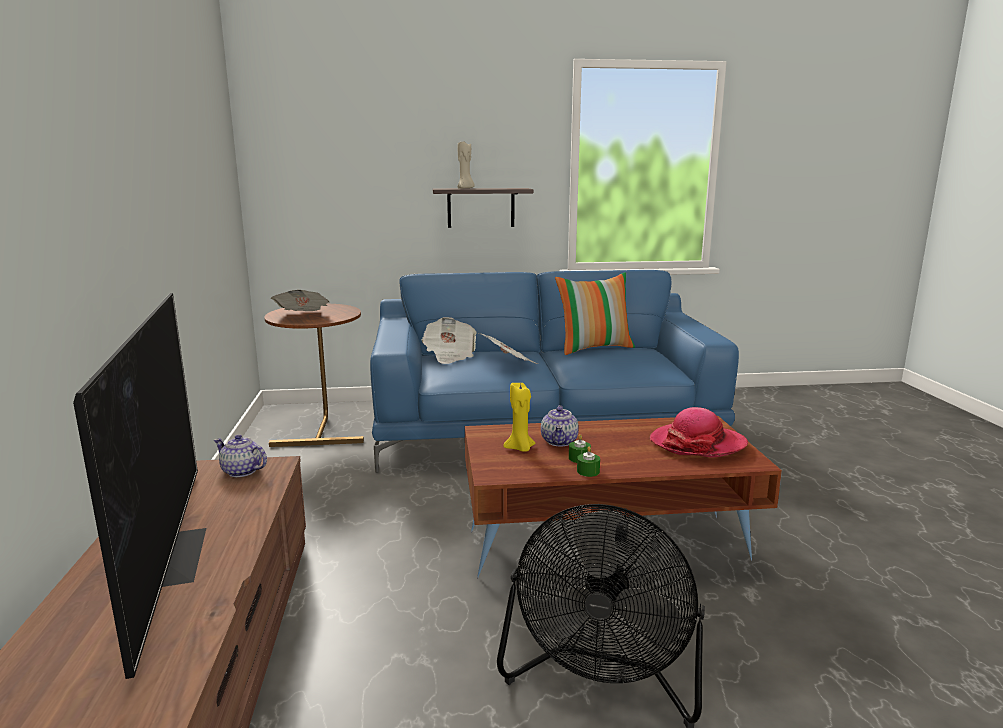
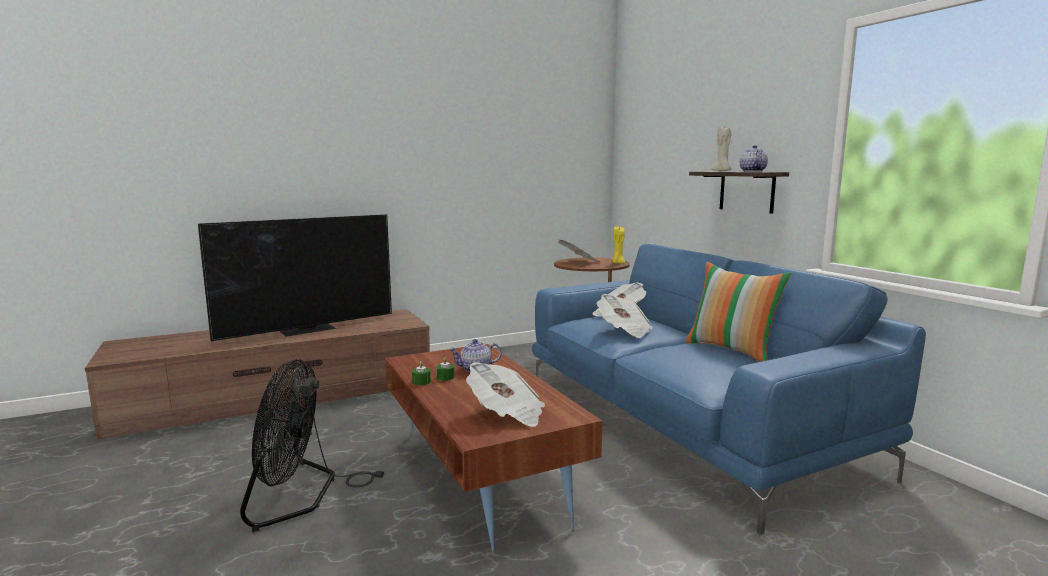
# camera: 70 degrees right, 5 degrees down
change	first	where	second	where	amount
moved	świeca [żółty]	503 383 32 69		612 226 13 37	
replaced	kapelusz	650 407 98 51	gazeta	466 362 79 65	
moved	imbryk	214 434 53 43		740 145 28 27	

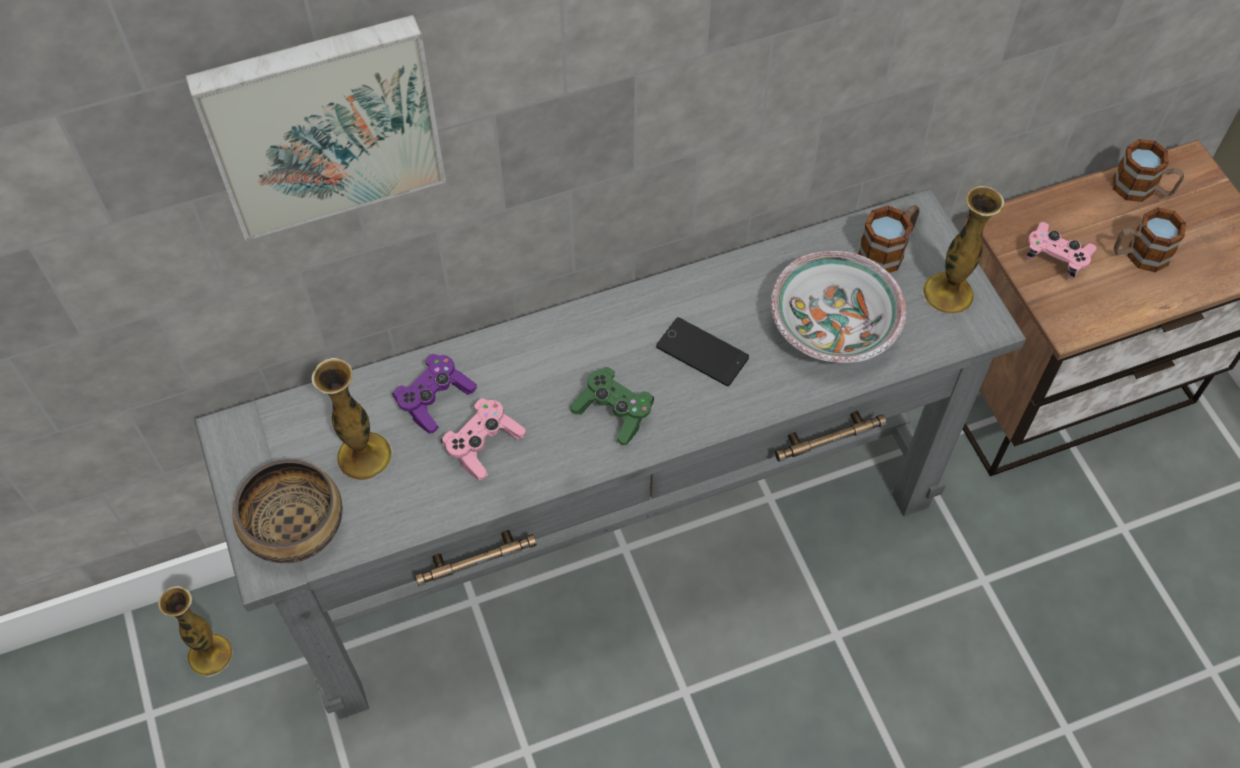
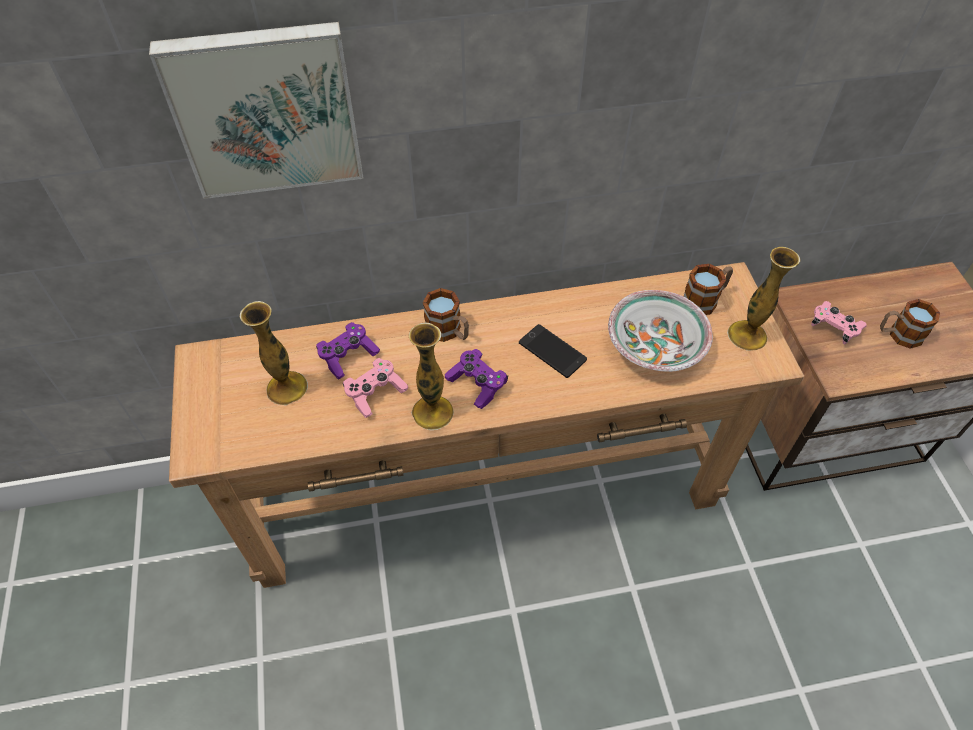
# camera: 10 degrees right, 5 degrees down
change	first	where	second	where	amount
moved	kubek	1113 139 71 63		423 288 46 54	
recoloured	stolik konsolowy [szary]	195 189 831 530	stolik konsolowy [brązowy]	169 262 635 326	
recoloured	pad do gier [zielony]	570 367 84 78	pad do gier [fioletowy]	445 349 63 60	
removed	miska	233 459 109 104			
moved	wazon	158 586 75 91		409 323 45 107	

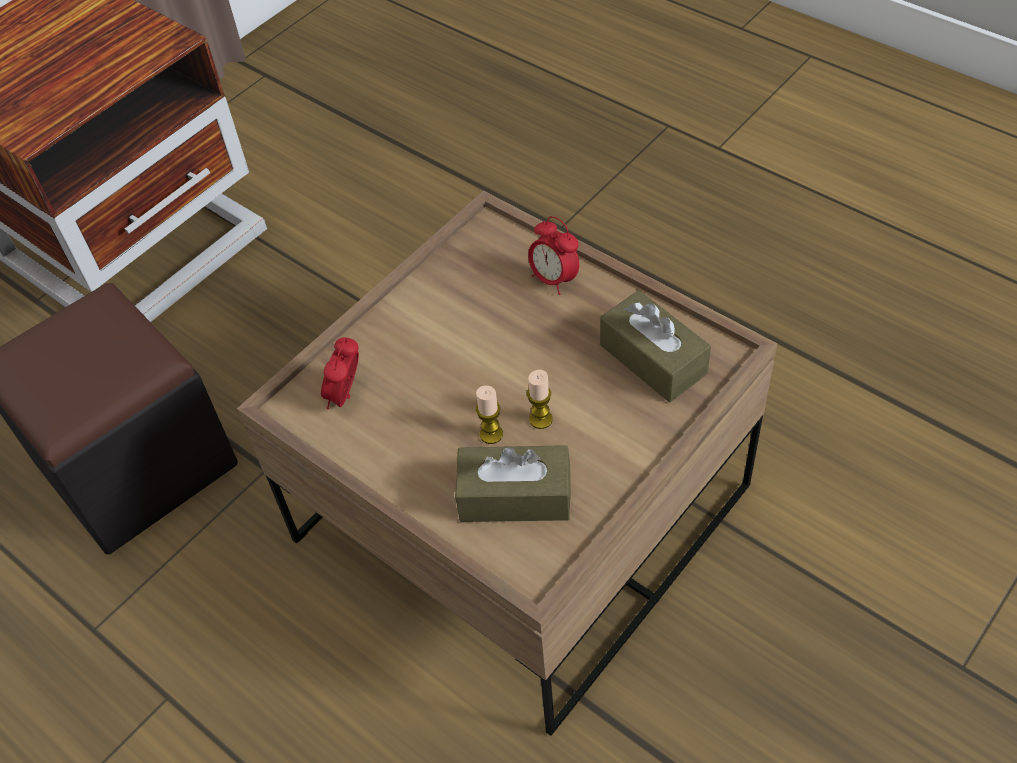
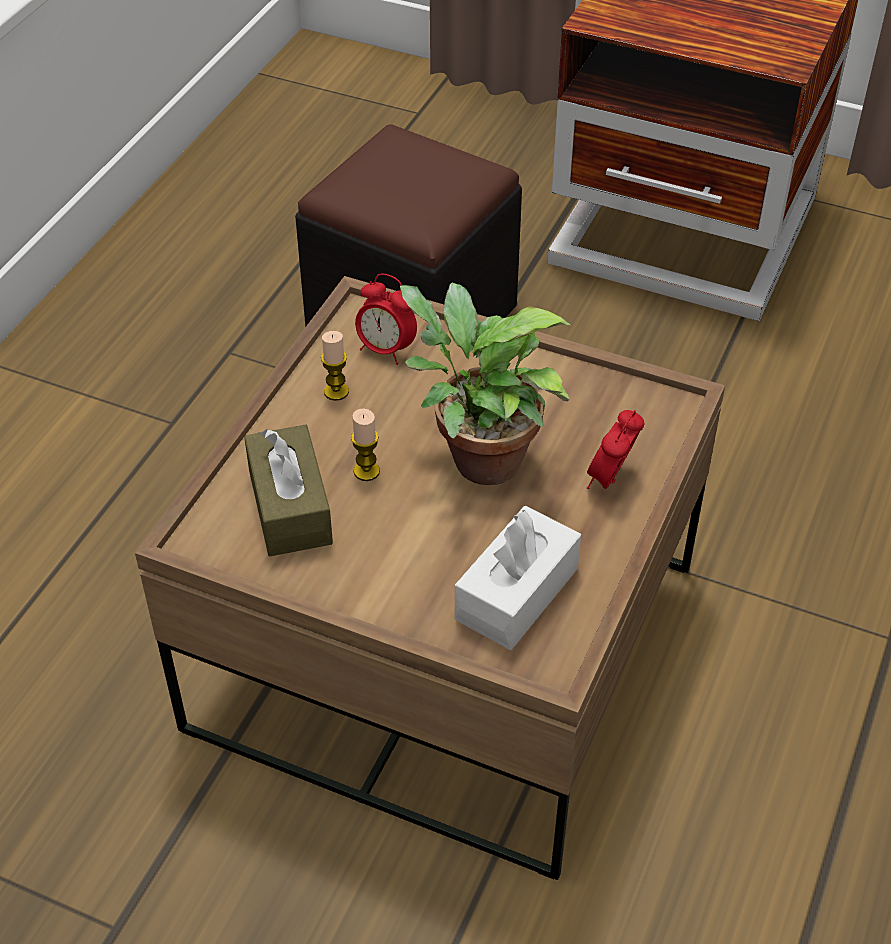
# camera: 70 degrees right, 5 degrees down
change	first	where	second	where	amount
recoloured	pudełko chusteczek [brązowy]	600 290 111 112	pudełko chusteczek [biały]	455 506 126 144	
turned	budzik	321 337 38 72		355 274 62 91	150 degrees counterclockwise
moved	świeca	527 370 26 59		321 331 28 70	
added			roślina doniczkowa	400 283 170 202	

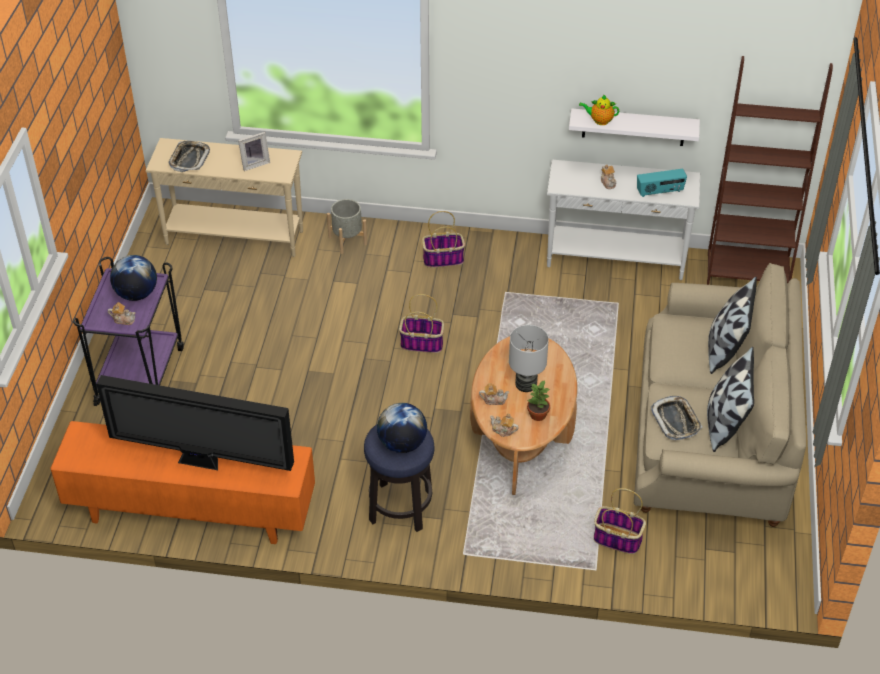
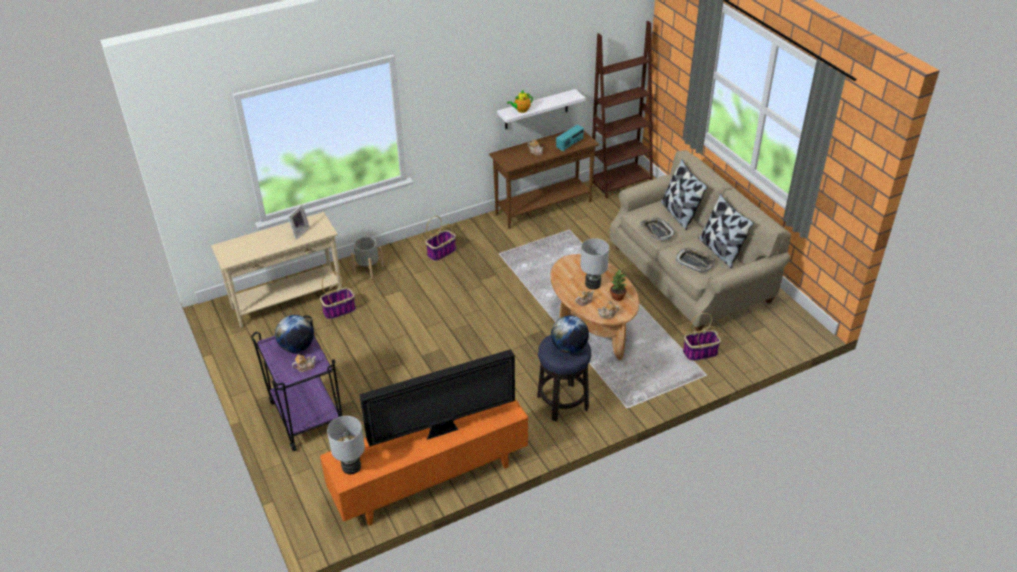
# camera: 35 degrees left, 5 degrees down
change	first	where	second	where	amount
moved	taca	169 140 41 32		640 218 36 22	
recoloured	stolik konsolowy [biały]	547 160 153 120	stolik konsolowy [brązowy]	489 131 110 98	
moved	koszyk	399 294 45 59		320 272 36 48	
added			lampa stołowa [szary]	327 416 38 59	

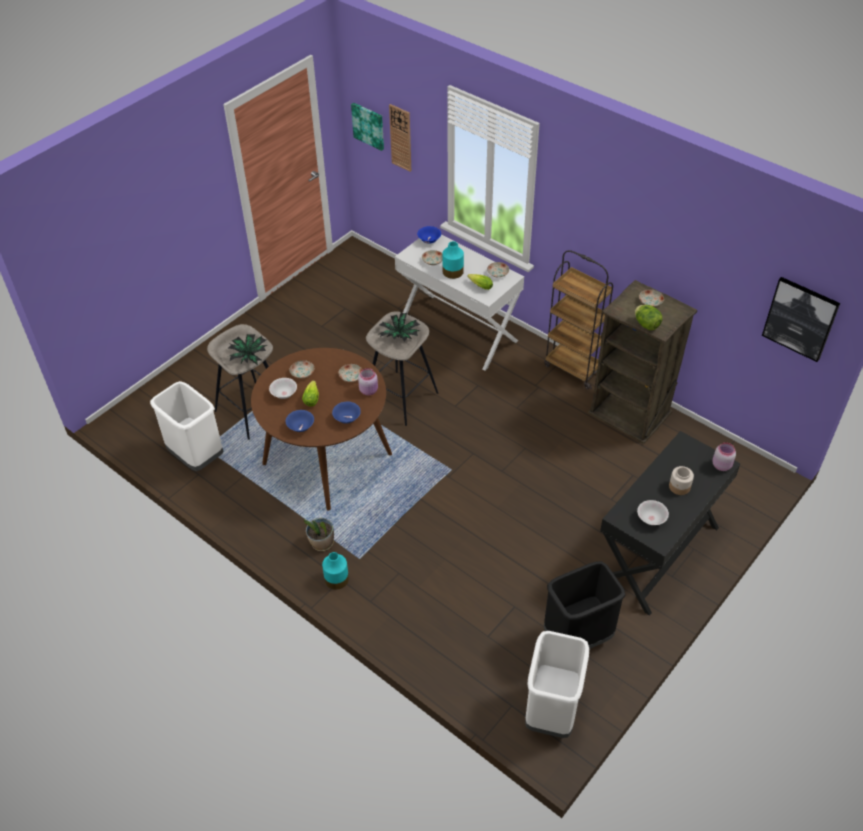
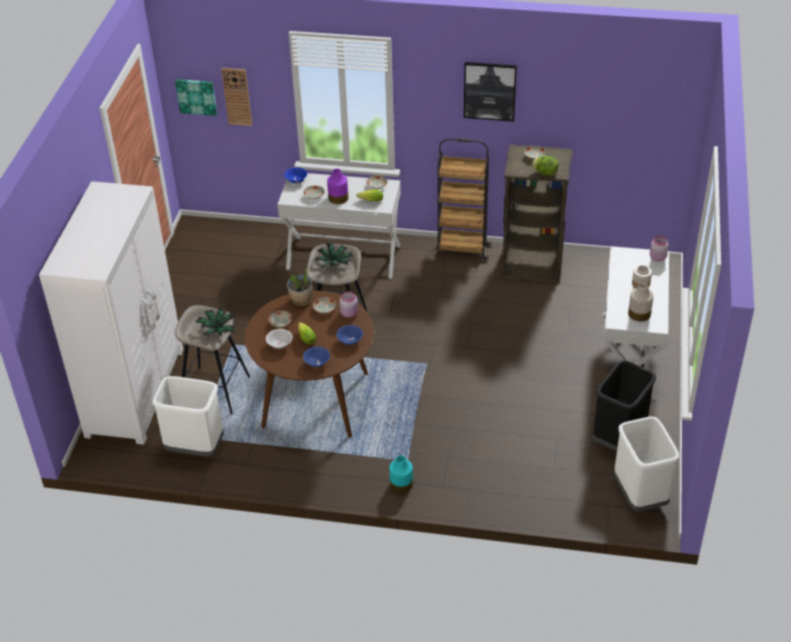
# camera: 30 degrees left, 5 degrees down
change	first	where	second	where	amount
recoloured	wazon [turkusowy]	442 241 22 38	wazon [fioletowy]	327 169 21 35	
moved	obraz	762 277 78 85		464 62 53 59	
recoloured	stolik konsolowy [czarny]	600 431 141 185	stolik konsolowy [biały]	603 246 66 154	
replaced	miska [biały]	637 500 32 25	wazon [beżowy]	628 283 26 38	
moved	roślina doniczkowa	304 518 30 33		287 268 26 38	
added			szafka [biały]	39 181 144 263	

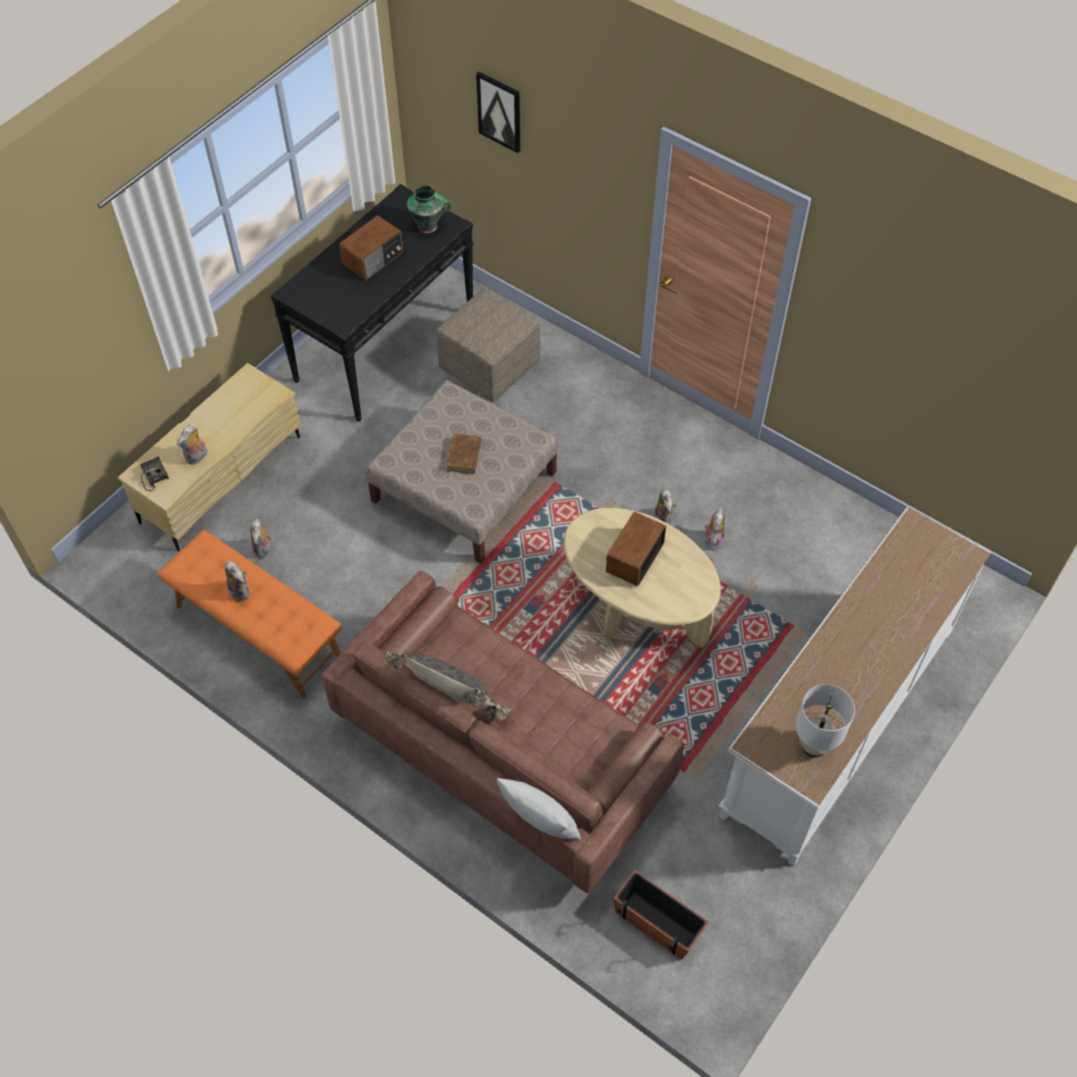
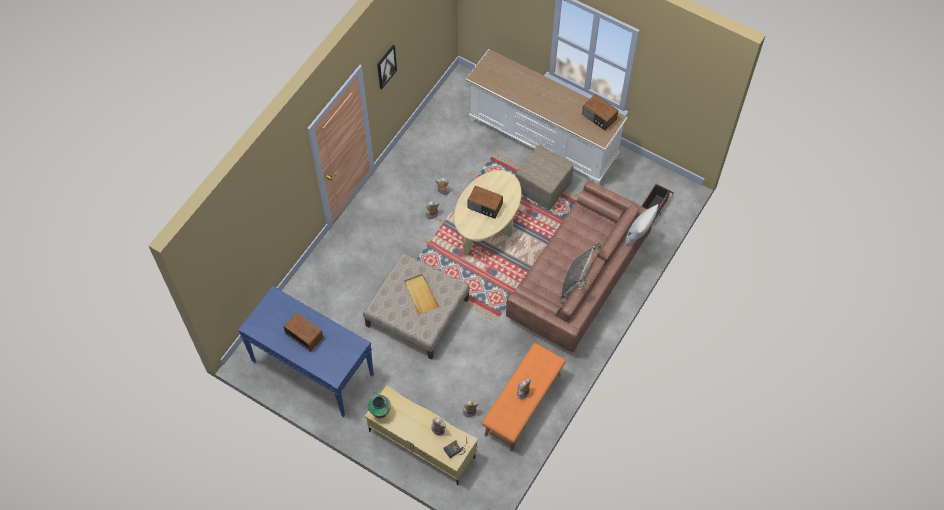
# camera: 95 degrees left, 5 degrees up
change	first	where	second	where	amount
moved	obraz	476 72 44 81		377 45 20 44	
recoloured	stolik konsolowy [czarny]	271 184 202 238	stolik konsolowy [niebieski]	238 285 136 132	
moved	wazon	407 185 44 48		368 392 23 27	
moved	pufa [beżowy]	436 288 105 114		515 145 59 65	
replaced	książka [brązowy]	447 434 34 40	taca [beżowy]	405 274 34 40	
replaced	lampa stołowa [biały]	796 684 59 73	radio	582 94 36 37	

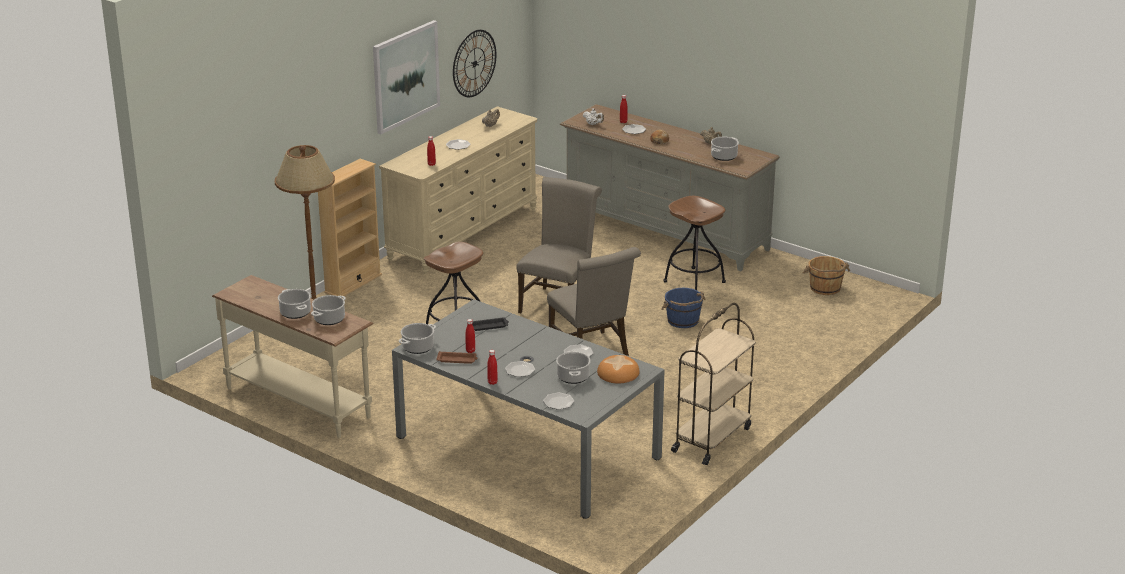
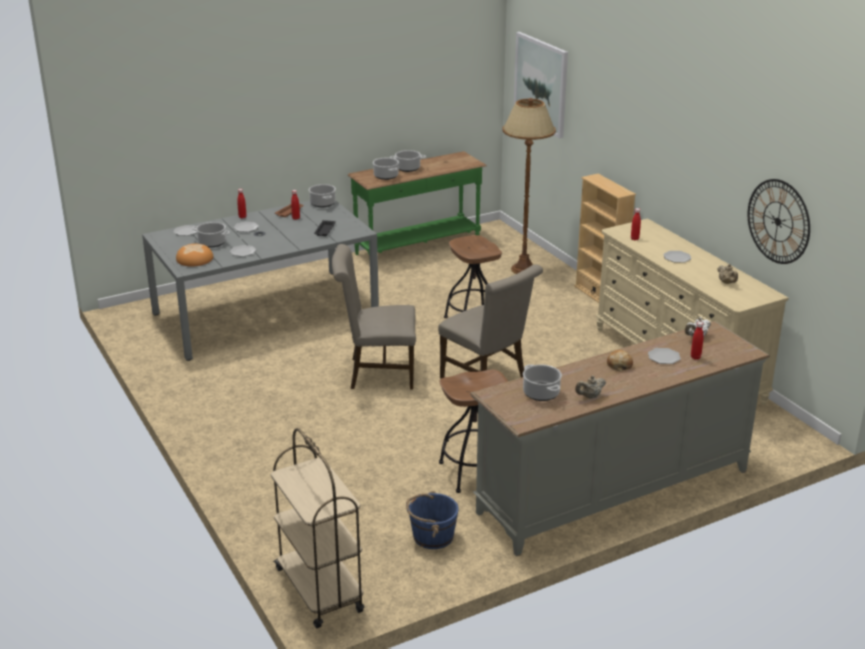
# camera: 115 degrees right, 0 degrees up
change	first	where	second	where	amount
moved	obraz	373 20 67 114		514 32 54 106	
removed	wiadro [brązowy]	803 256 47 39			
recoloured	stolik konsolowy [beżowy]	212 275 162 163	stolik konsolowy [zielony]	348 151 139 107	
moved	wiadro [niebieski]	661 288 45 40		406 491 53 58	
moved	wózek [beżowy]	671 303 85 162		271 428 93 200	

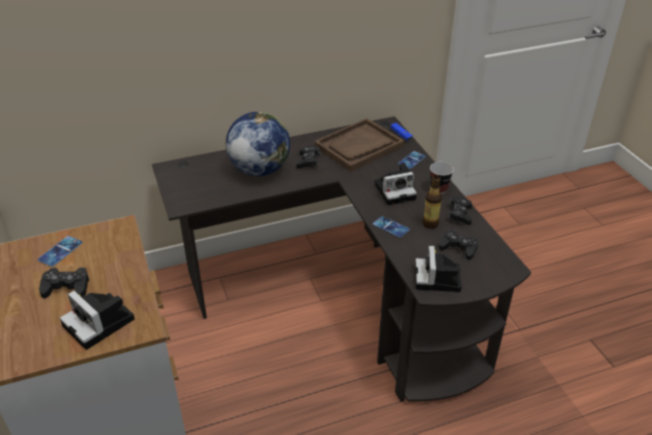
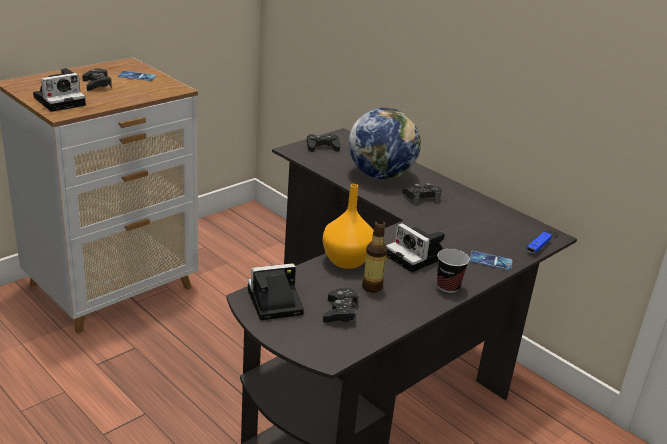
# camera: 65 degrees right, 10 degrees down
change	first	where	second	where	amount
removed	taca [brązowy]	314 118 90 54			
moved	pad do gier [czarny]	448 196 24 29		307 134 33 18	
replaced	telefon	373 216 37 22	wazon [pomarańczowy]	322 184 52 85	
turned	aparat fotograficzny	60 290 75 60		33 68 53 44	150 degrees counterclockwise

